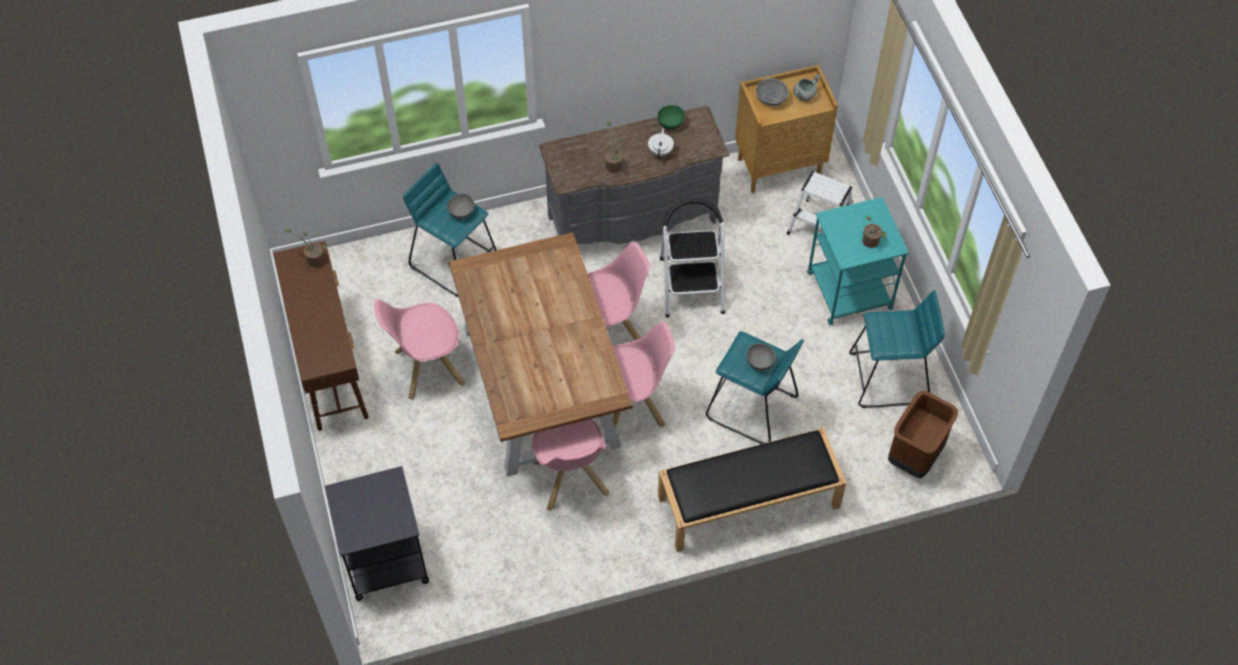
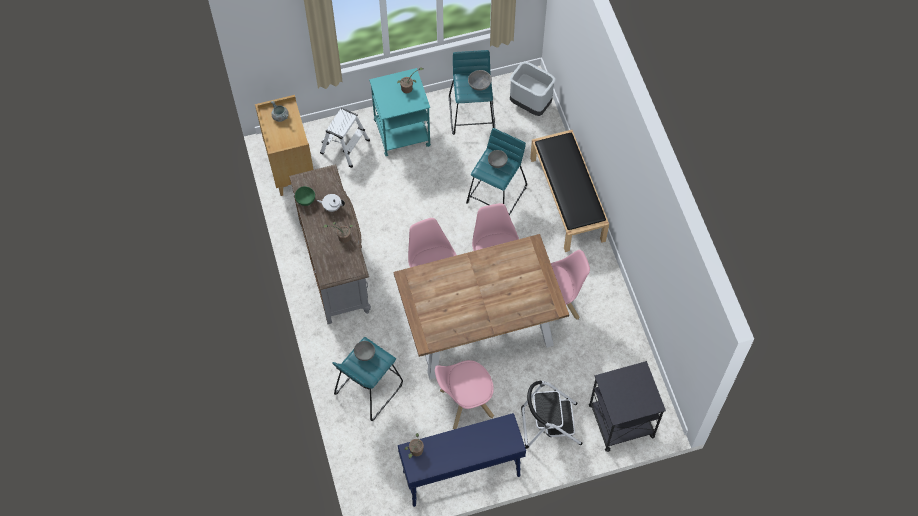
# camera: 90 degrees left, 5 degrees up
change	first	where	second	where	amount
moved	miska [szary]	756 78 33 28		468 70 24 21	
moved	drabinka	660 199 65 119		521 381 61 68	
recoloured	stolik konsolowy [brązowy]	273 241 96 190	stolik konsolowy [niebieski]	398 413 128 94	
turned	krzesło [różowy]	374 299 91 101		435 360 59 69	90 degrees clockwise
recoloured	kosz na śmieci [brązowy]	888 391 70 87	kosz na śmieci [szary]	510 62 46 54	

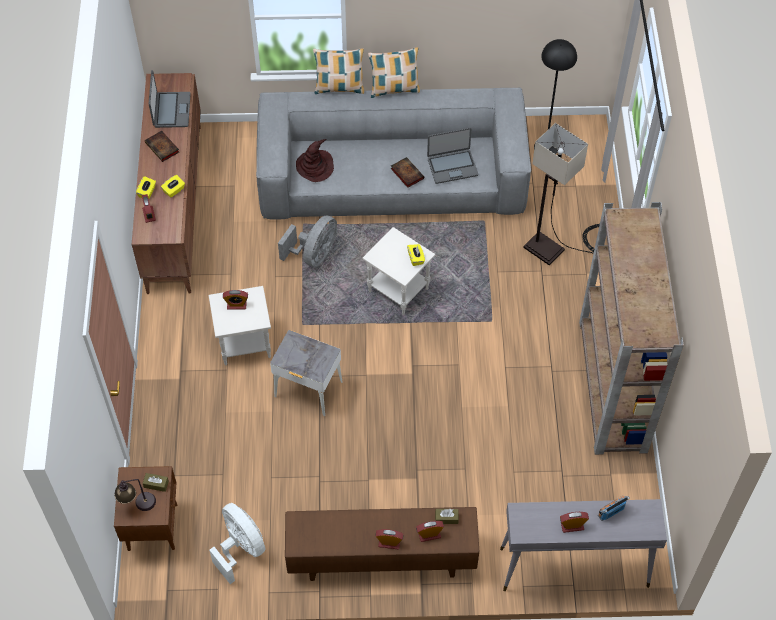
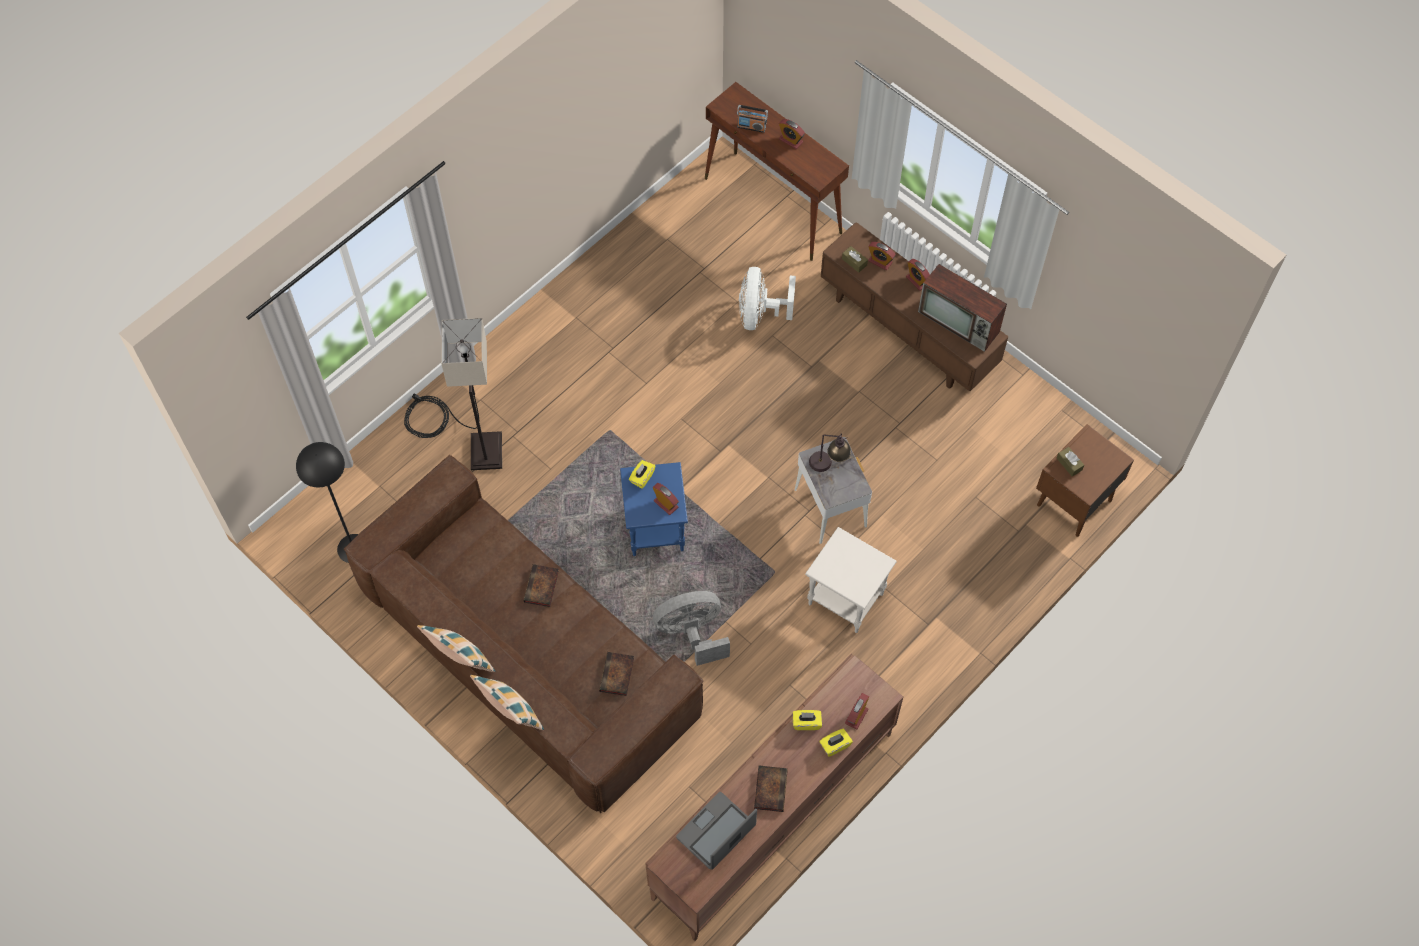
# camera: 135 degrees left, 5 degrees up
change	first	where	second	where	amount
recoloured	kanapa [szary]	256 88 275 132	kanapa [brązowy]	344 455 360 358	
removed	laptop	427 128 51 56			
replaced	kapelusz [brązowy]	296 139 38 43	książka	599 652 35 44	
removed	regał [brązowy]	579 202 105 253			
recoloured	stolik [biały]	362 227 73 88	stolik [niebieski]	620 462 68 94	
moved	budzik	223 290 25 20		653 483 26 32	
moved	lampa stołowa	115 479 41 32		809 433 42 39	
recoloured	stolik konsolowy [szary]	500 499 167 92	stolik konsolowy [brązowy]	705 82 144 179	
moved	wentylator [biały]	209 503 56 81		739 267 57 63	
added			telewizor	918 264 89 88	

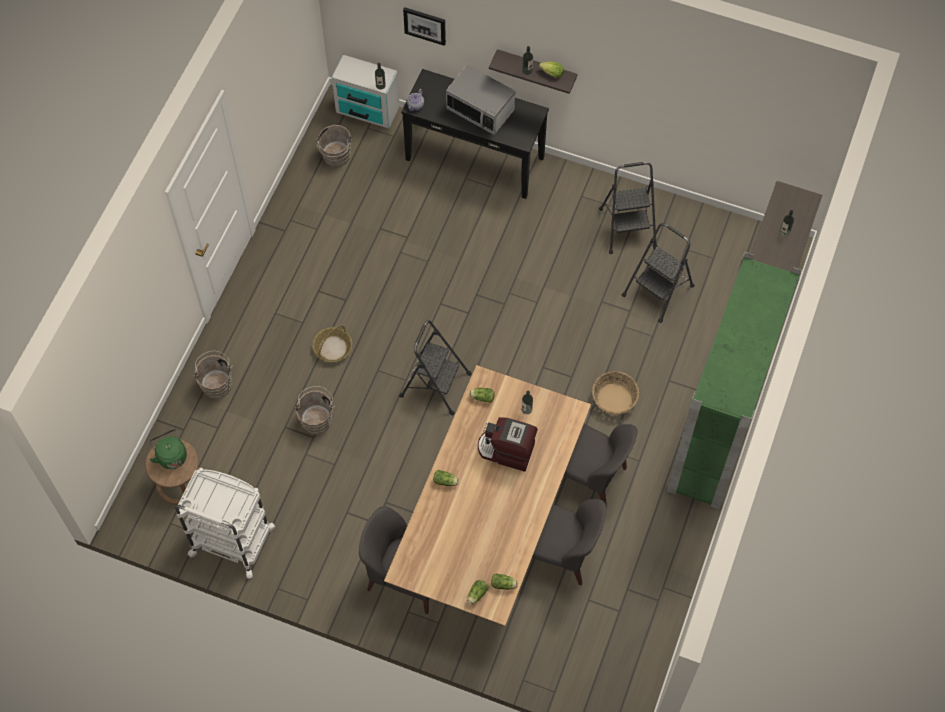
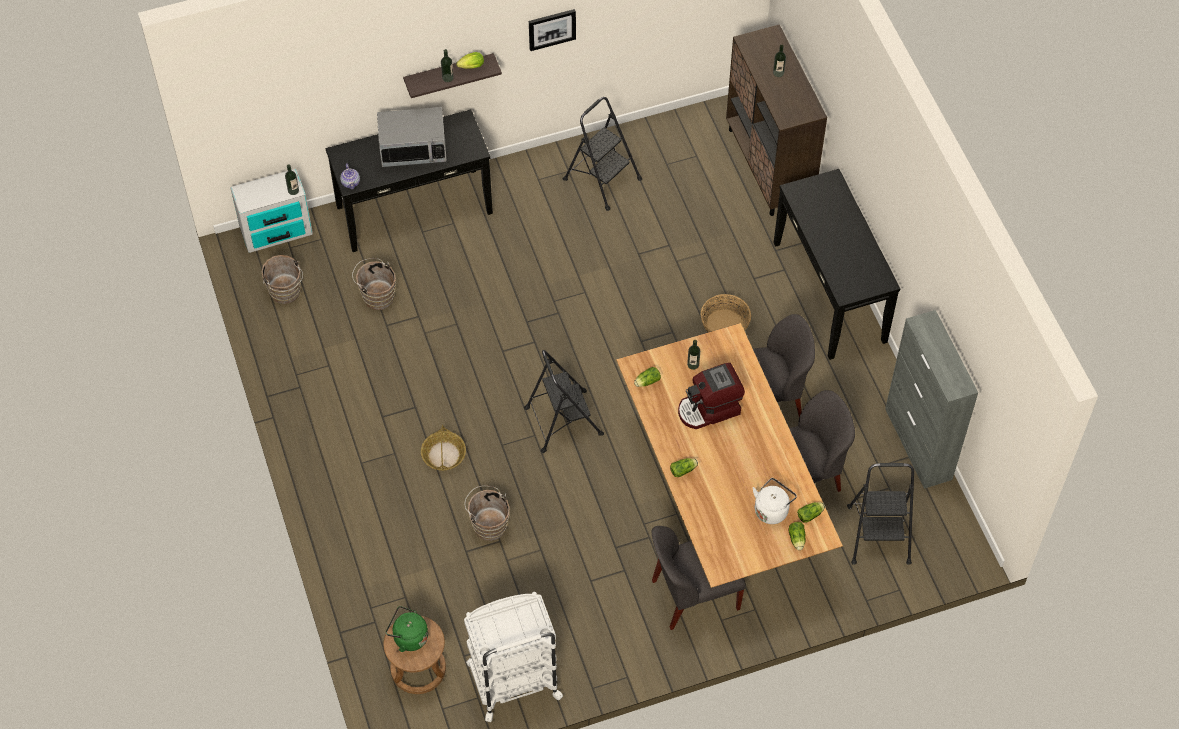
# camera: 40 degrees left, 5 degrees down
change	first	where	second	where	amount
moved	obraz	403 7 43 39		529 9 47 42	
moved	drabinka [czarny]	622 223 73 100		847 463 67 102	
replaced	regał [zielony]	667 252 135 258	stolik konsolowy [czarny]	774 169 126 191	
moved	wiadro [brązowy]	193 351 40 48		352 258 44 52	
added			szafka [szary]	885 310 93 179	
added			czajnik [biały]	753 478 44 46	

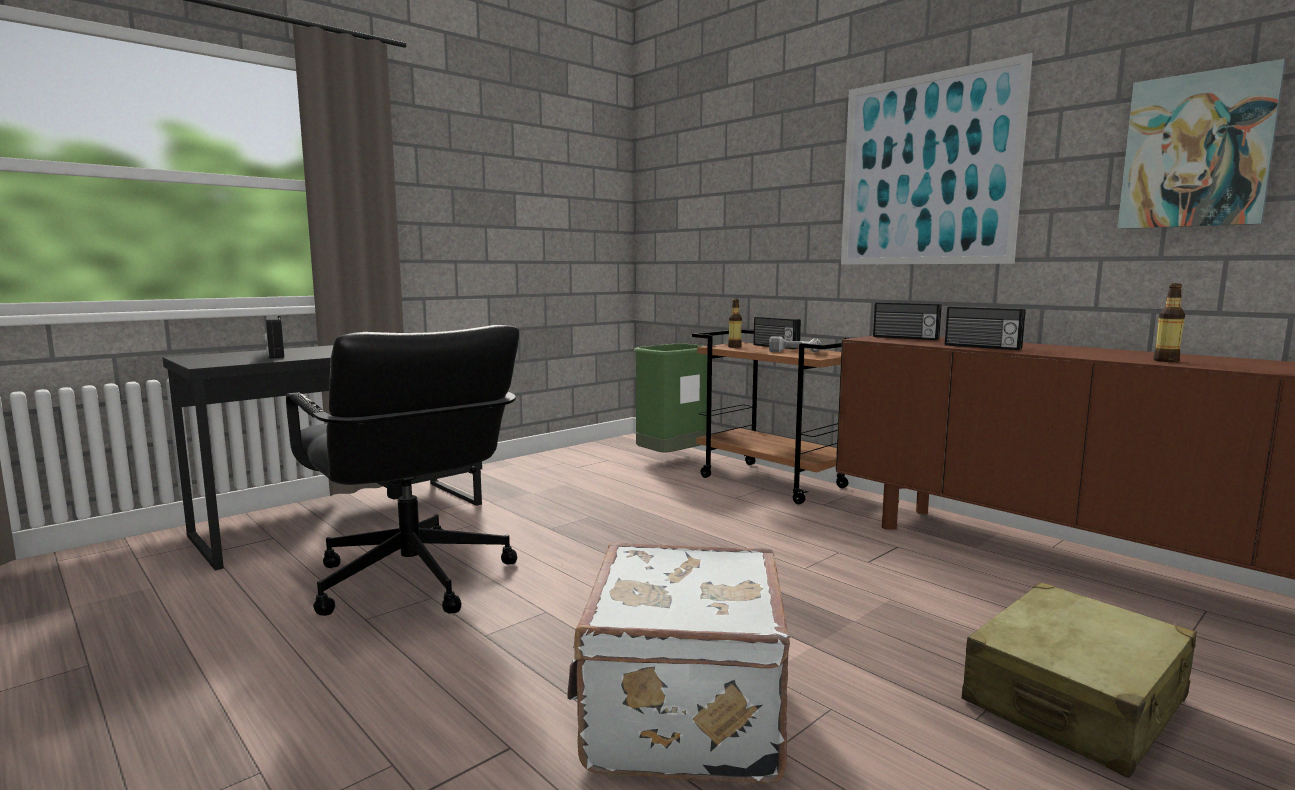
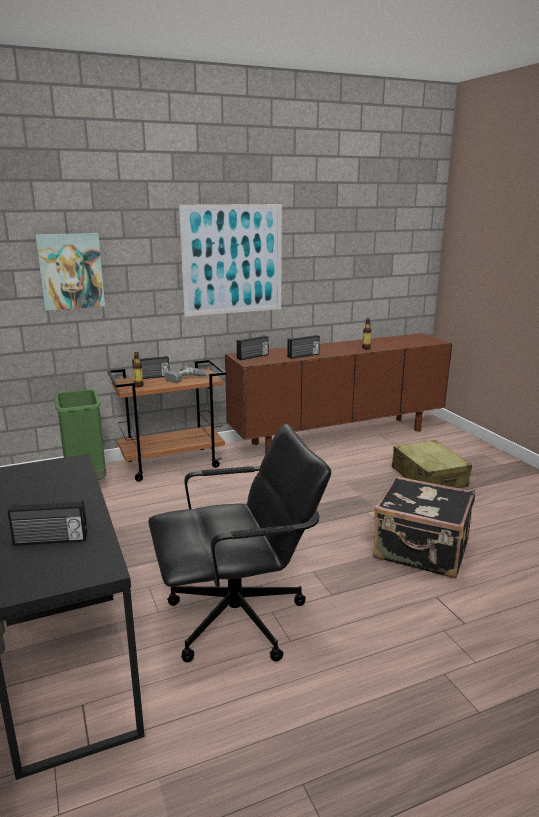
# camera: 70 degrees left, 10 degrees up
change	first	where	second	where	amount
moved	obraz	1117 59 169 170		35 233 70 78	
recoloured	walizka [biały]	567 542 223 242	walizka [czarny]	373 476 102 102	

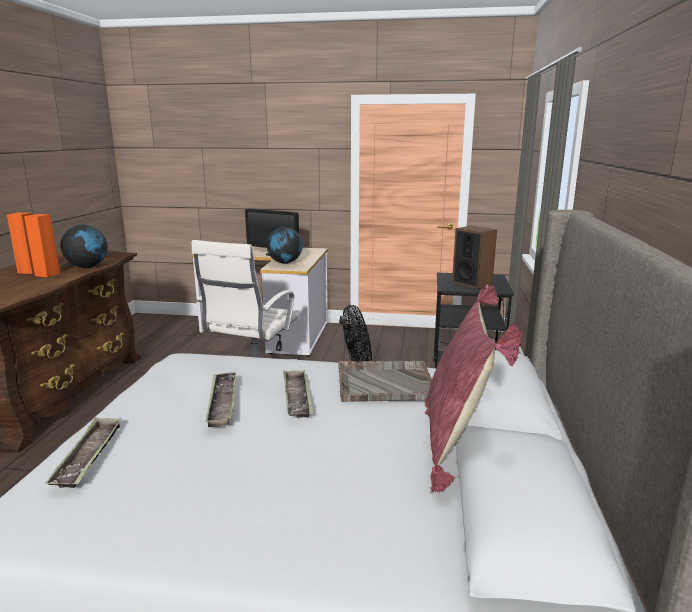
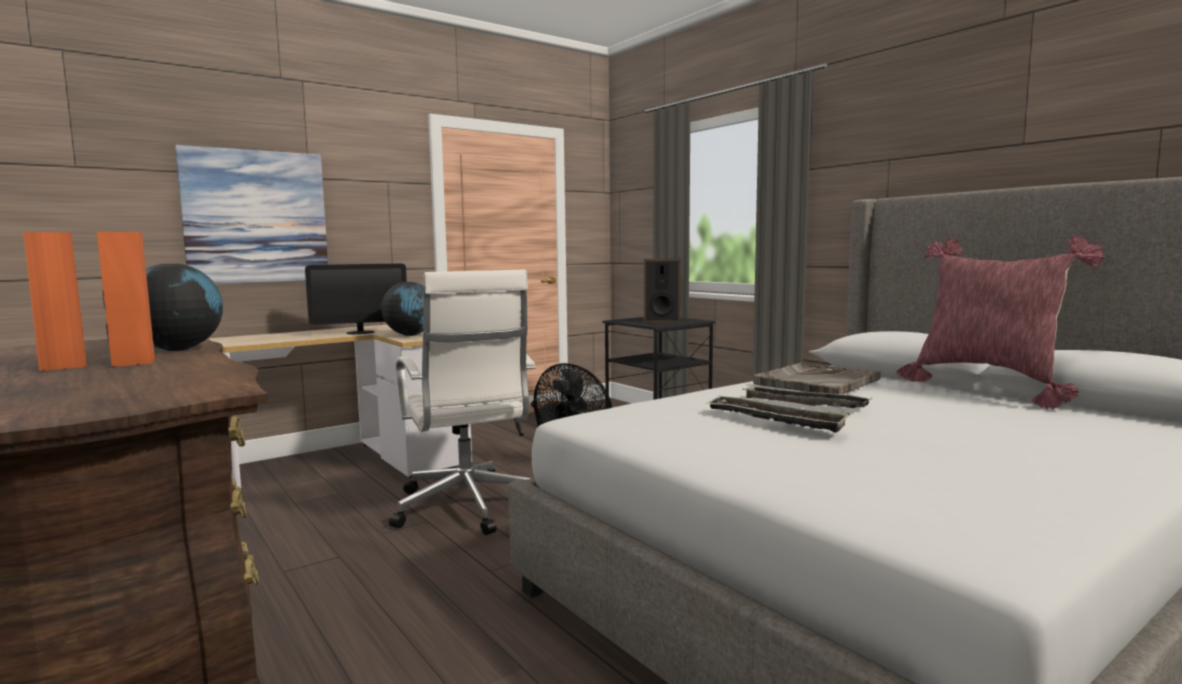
# camera: 45 degrees left, 10 degrees down
change	first	where	second	where	amount
removed	taca	45 418 76 70			
added			obraz	175 145 153 139	

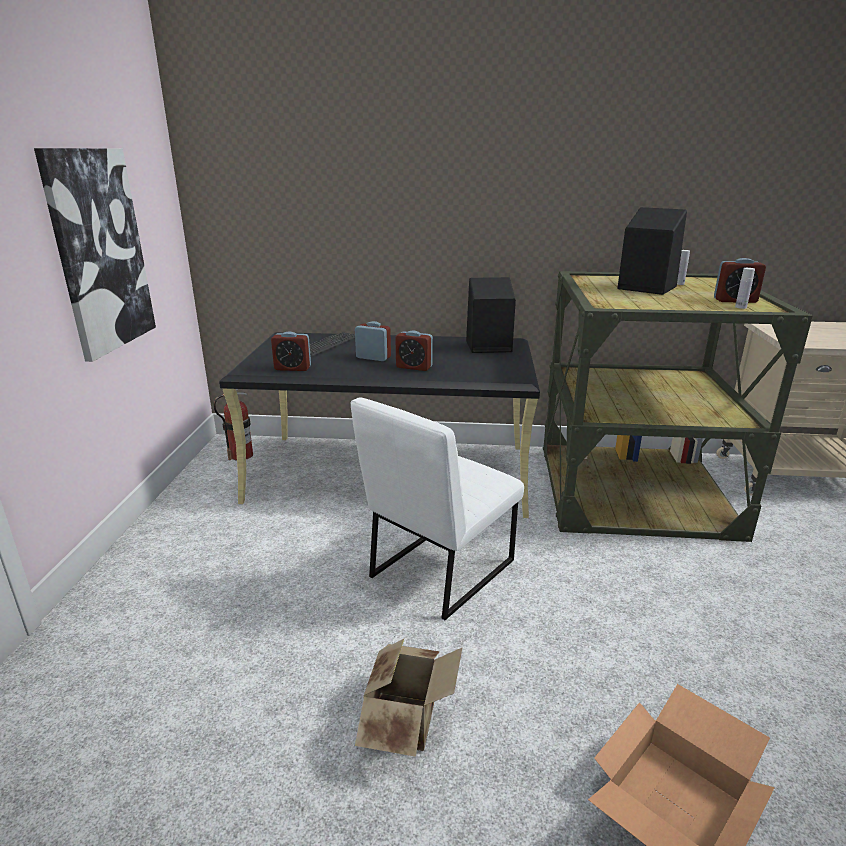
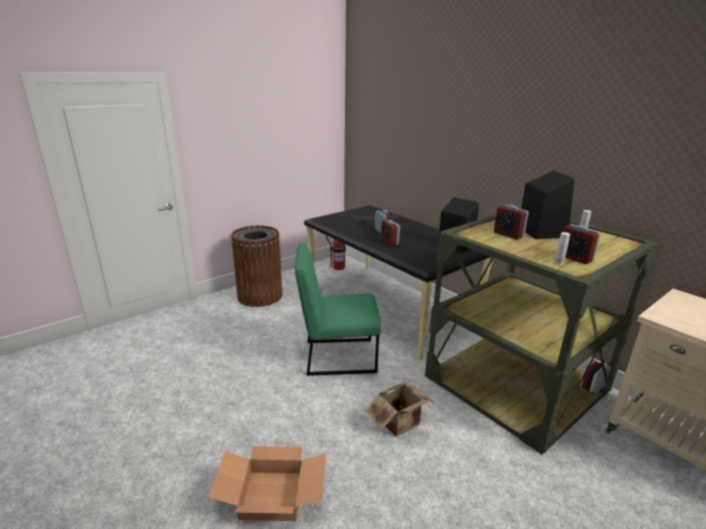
# camera: 45 degrees right, 0 degrees up
change	first	where	second	where	amount
removed	obraz	34 148 122 214			
moved	budzik	271 331 40 40		494 205 35 34	
recoloured	krzesło [biały]	351 397 173 223	krzesło [zielony]	295 243 87 133	
moved	karton	355 639 108 118		364 381 70 56	
added			kosz na śmieci [brązowy]	231 225 51 82	

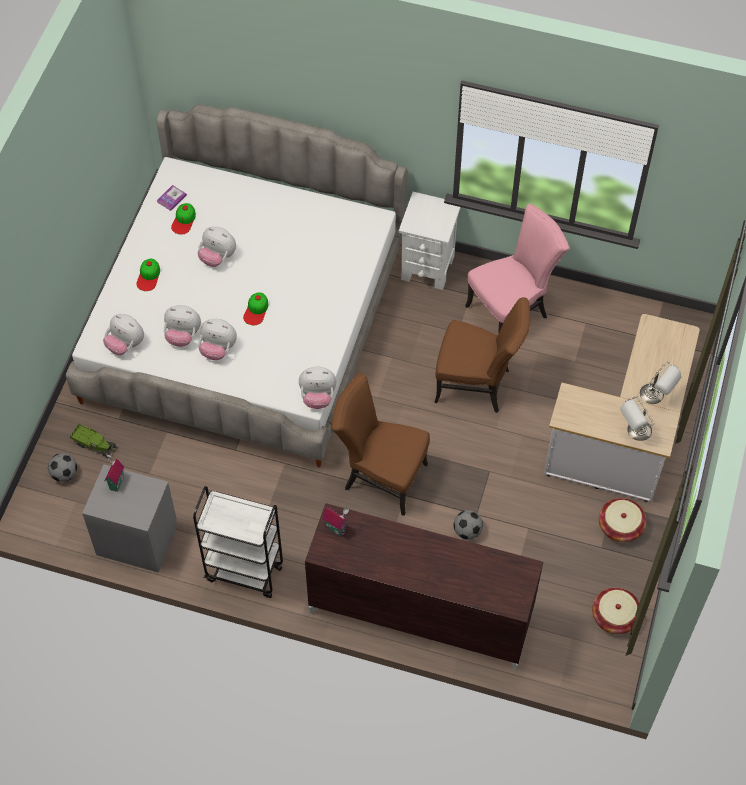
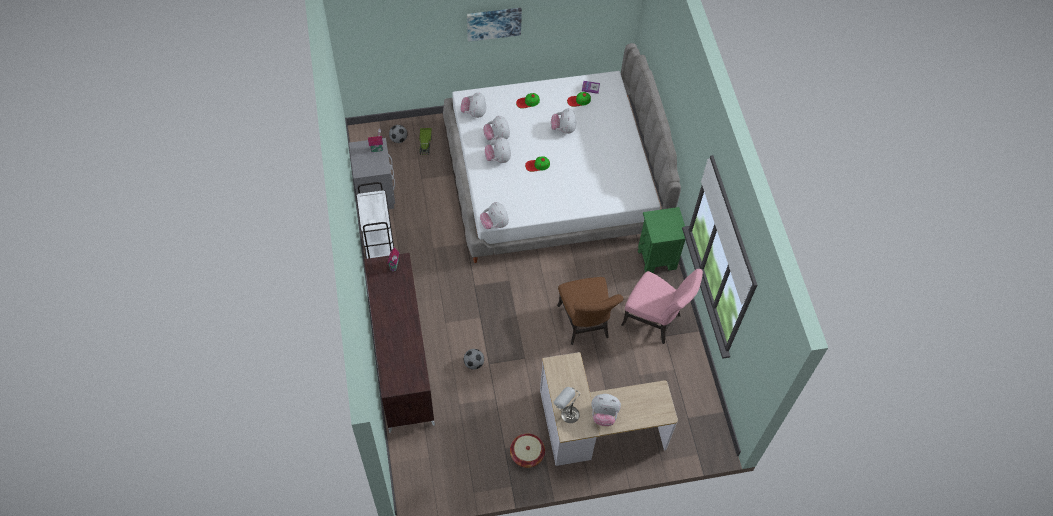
# camera: 60 degrees right, 0 degrees up
change	first	where	second	where	amount
recoloured	szafka nocna [biały]	399 192 62 98	szafka nocna [zielony]	638 207 47 66	
replaced	lampa stołowa [biały]	640 362 41 42	pluszak	592 394 29 32	
removed	krzesło [brązowy]	331 373 99 143			
removed	koszyk	592 588 47 46			
added			obraz	467 8 55 34	

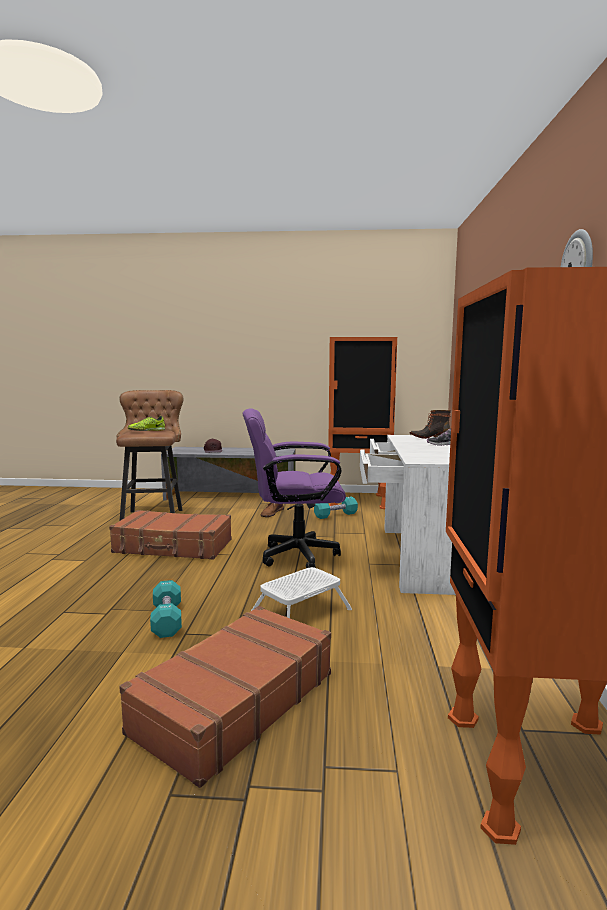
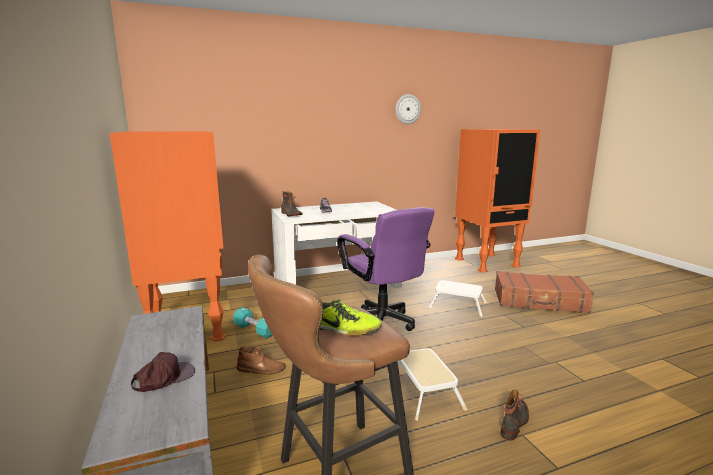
# camera: 115 degrees left, 5 degrees up
change	first	where	second	where	amount
replaced	walizka [brązowy]	109 510 122 50	drabinka [beżowy]	387 348 81 73	
removed	hantel [turkusowy]	150 580 32 58			
added			but z cholewką	501 389 28 51	

